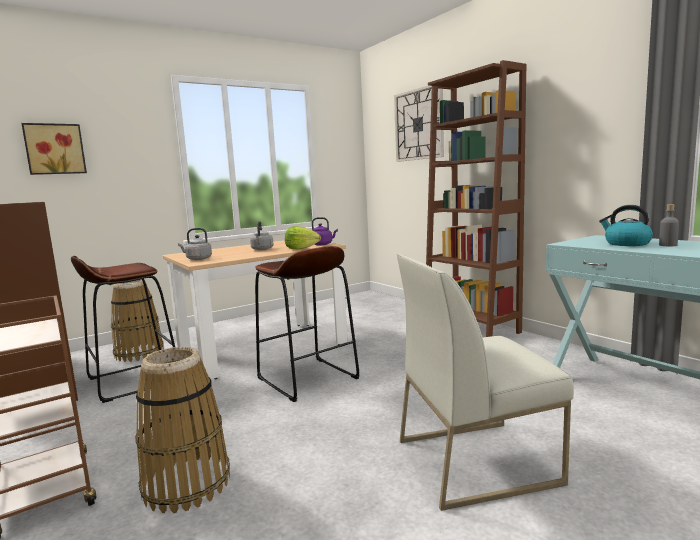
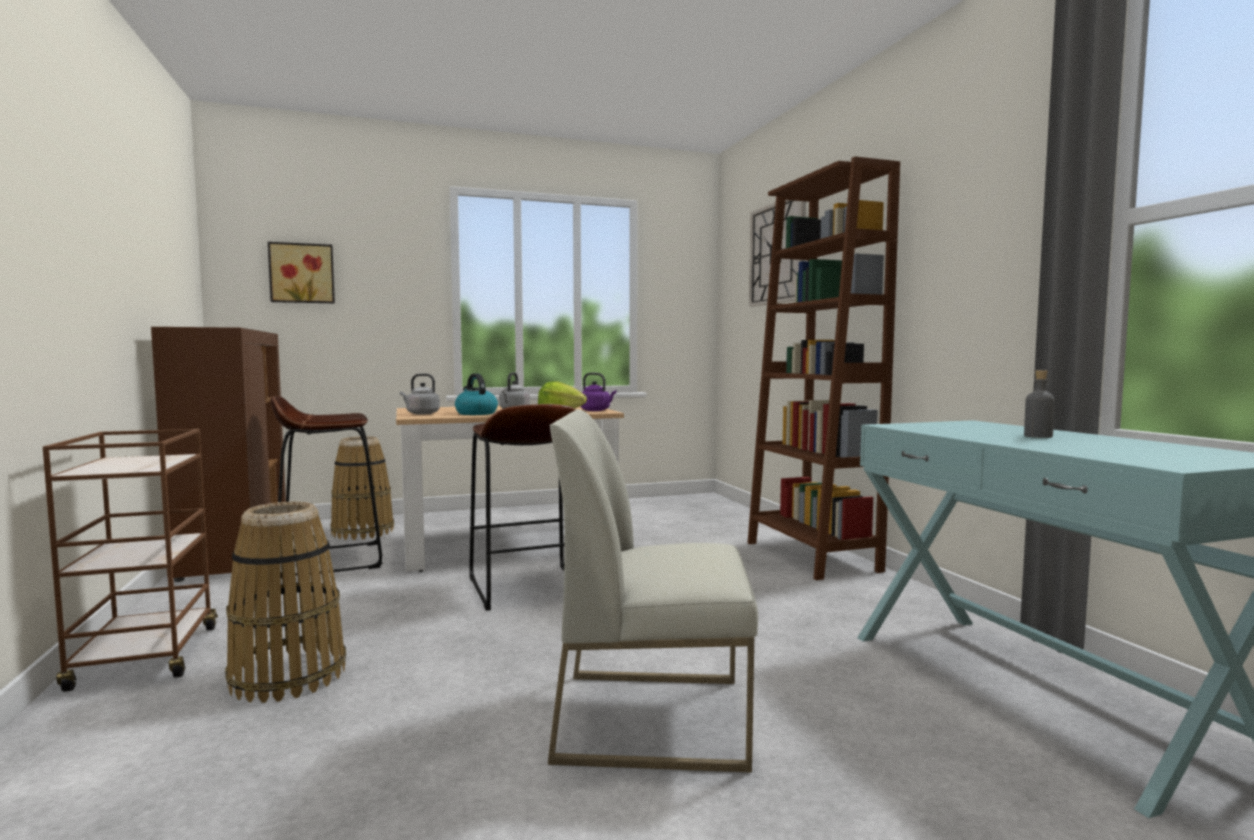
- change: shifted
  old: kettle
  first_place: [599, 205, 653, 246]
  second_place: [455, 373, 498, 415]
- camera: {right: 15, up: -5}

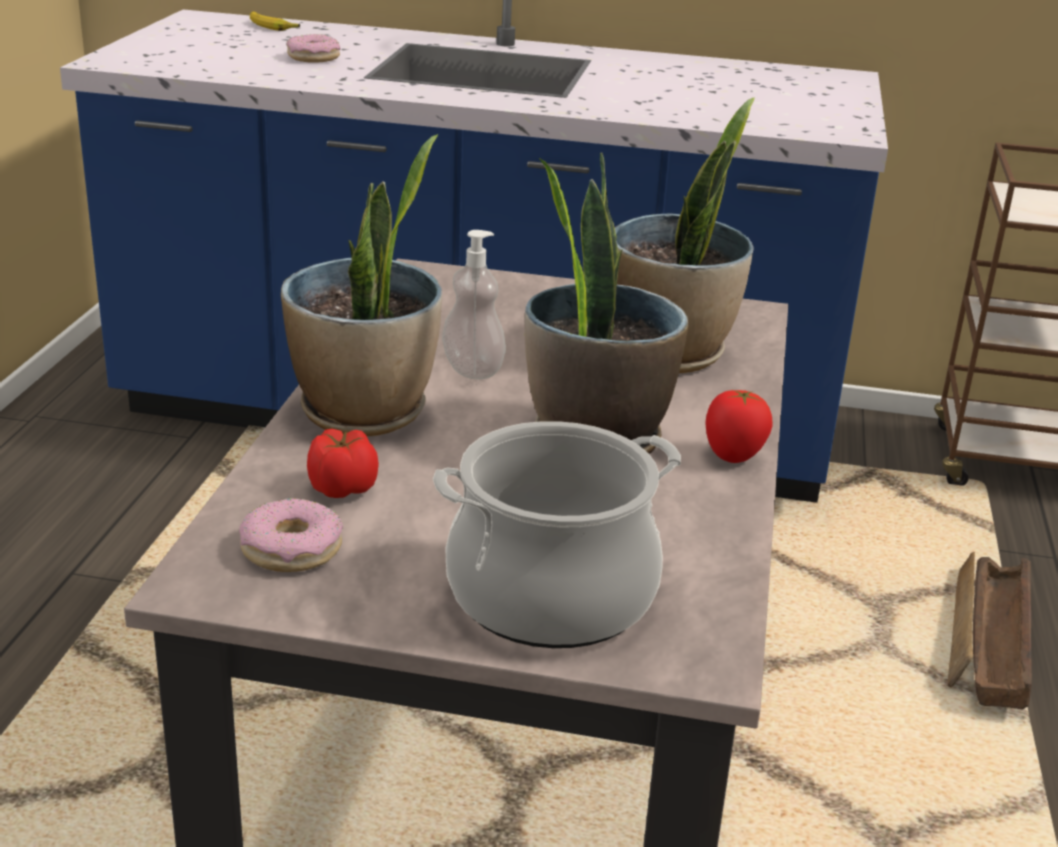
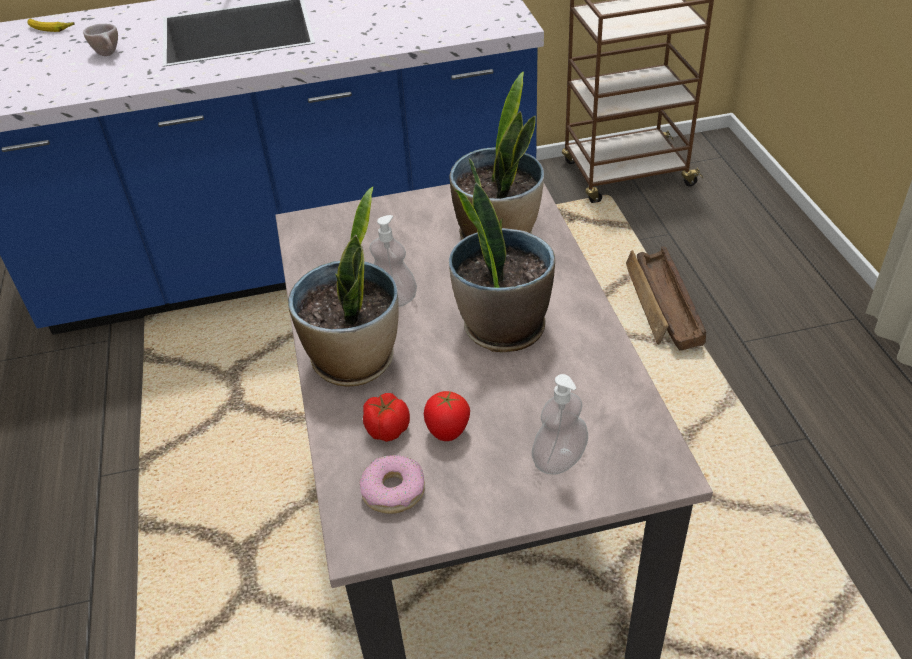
- change: swapped
  old: donut
  new: cup in beige-coloured
  first_place: [286, 34, 340, 63]
  second_place: [83, 24, 118, 56]
- change: shifted
  old: tomato
  first_place: [706, 390, 773, 463]
  second_place: [424, 391, 470, 441]
- change: swapped
  old: saucepot
  new: soap bottle
  first_place: [433, 421, 681, 648]
  second_place: [532, 374, 588, 475]
- camera: {right: -20, up: 15}

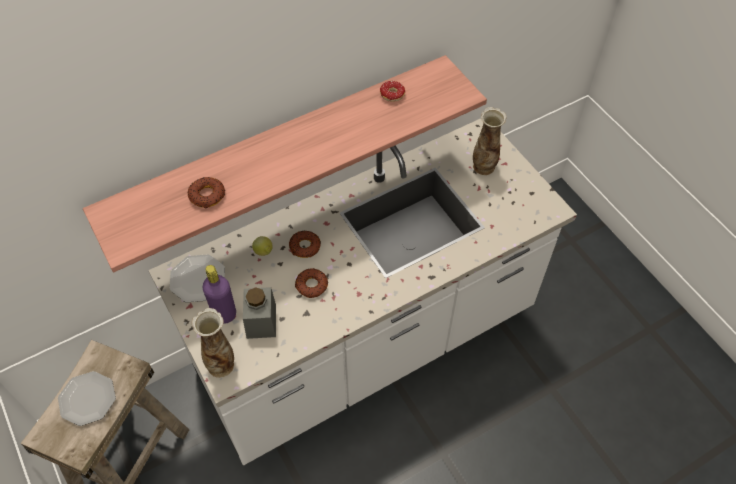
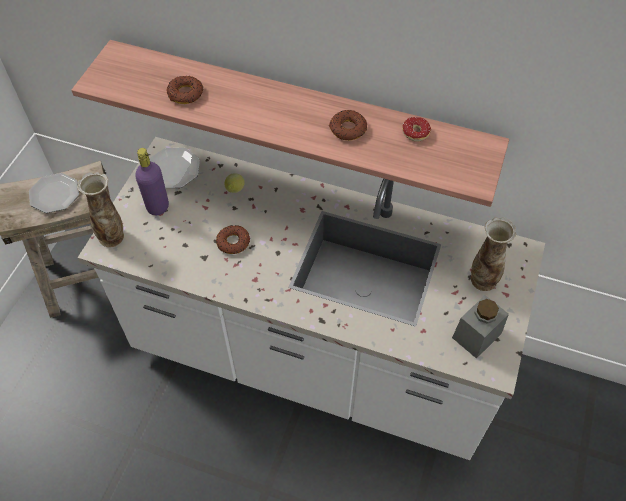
- change: shifted
  old: donut
  first_place: [289, 231, 321, 258]
  second_place: [329, 110, 367, 140]
- change: shifted
  old: preserve jar in grey
  first_place: [243, 287, 276, 339]
  second_place: [452, 295, 509, 359]
- camera: {right: 50, up: 0}

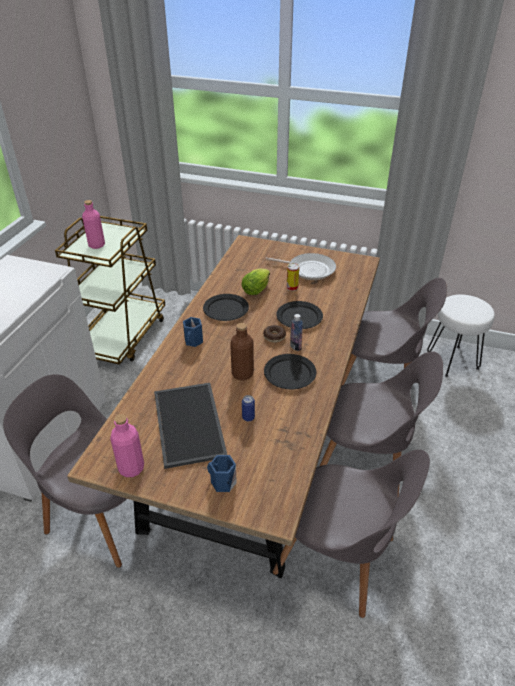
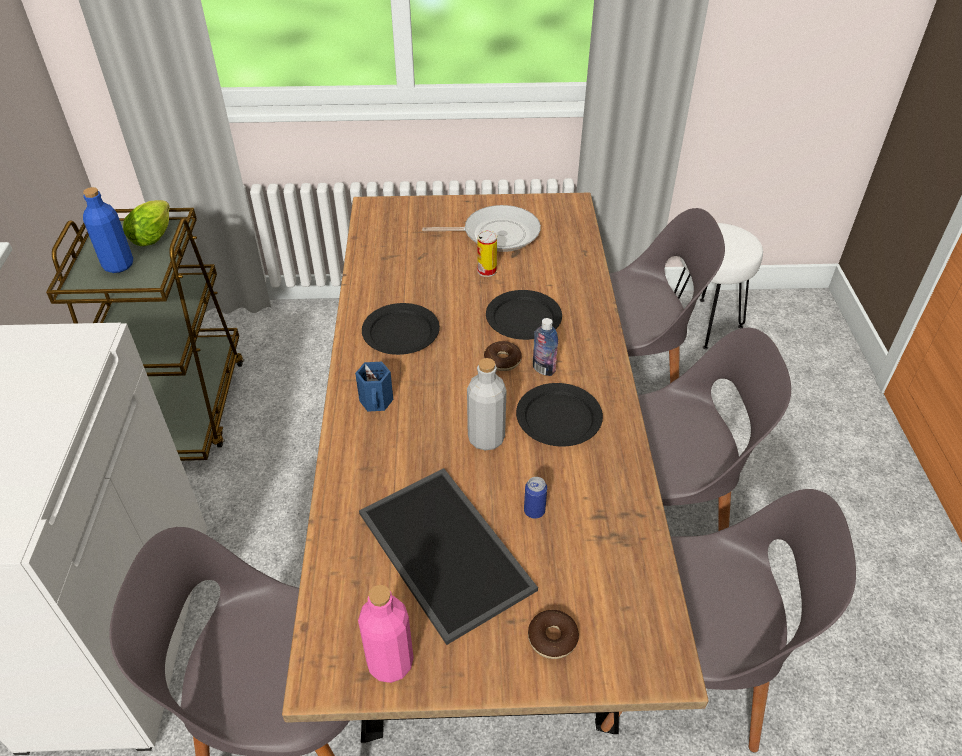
- change: repainted
  old: bottle in pink-coloured
  new: bottle in blue-coloured
  first_place: [82, 200, 105, 249]
  second_place: [83, 187, 133, 273]
- change: shifted
  old: lettuce
  first_place: [241, 268, 270, 295]
  second_place: [123, 200, 170, 246]
- change: repainted
  old: bottle in brownish
  new: bottle in grey
  first_place: [230, 323, 254, 381]
  second_place: [467, 358, 507, 451]
- change: swapped
  old: tea mug in blue-coloured
  new: donut
  first_place: [207, 455, 237, 492]
  second_place: [528, 610, 579, 659]
- camera: {right: -20, up: 5}

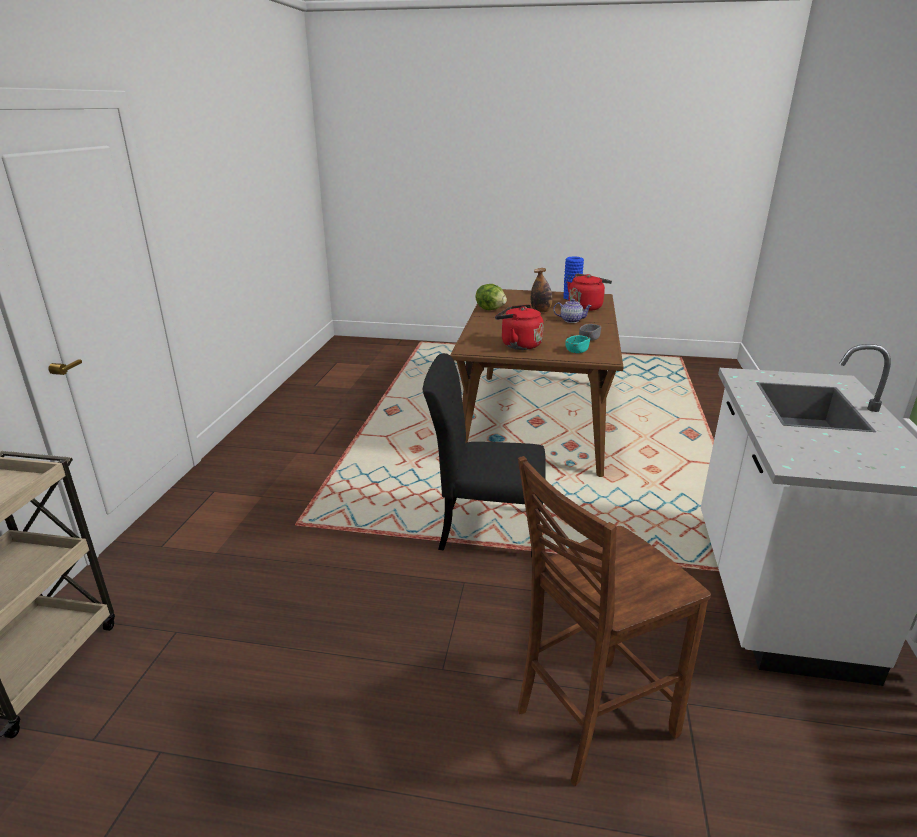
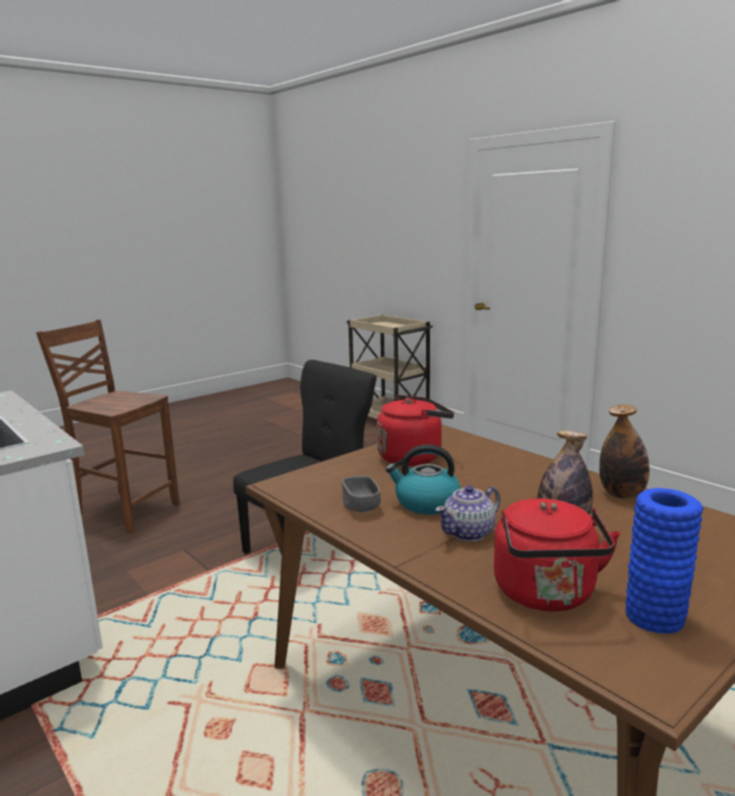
- change: swapped
  old: lettuce
  new: bottle
  first_place: [475, 284, 507, 310]
  second_place: [599, 405, 649, 498]
- change: gone
  old: deep dish in blue-green
  first_place: [565, 335, 590, 353]
- change: rotated
  old: chair in brownish
  first_place: [518, 456, 711, 787]
  second_place: [36, 320, 179, 533]
  degrees: -75
- change: new
  new: kettle
  second_place: [386, 445, 461, 515]
- camera: {right: 130, up: -10}

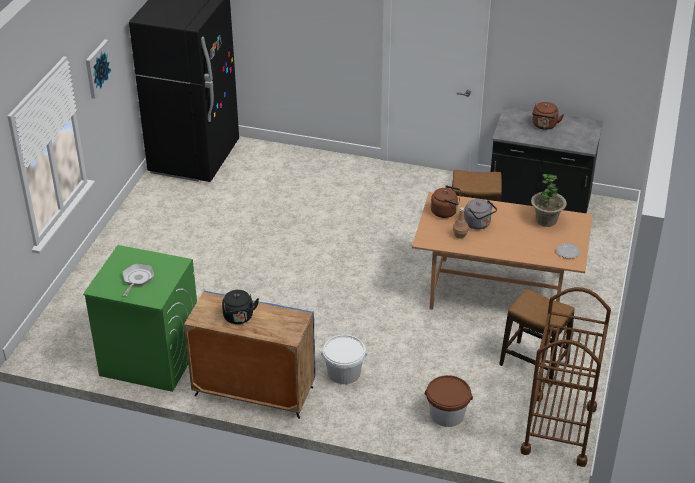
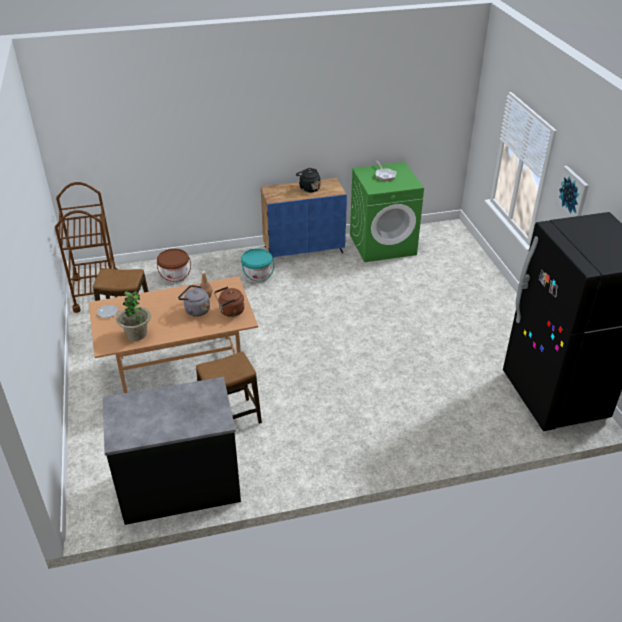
- change: gone
  old: kettle in brownish
  first_place: [532, 102, 564, 130]
- change: repainted
  old: bucket in white-coloured
  new: bucket in blue-green
  first_place: [321, 335, 367, 384]
  second_place: [241, 248, 274, 283]
- camera: {right: 150, up: 0}

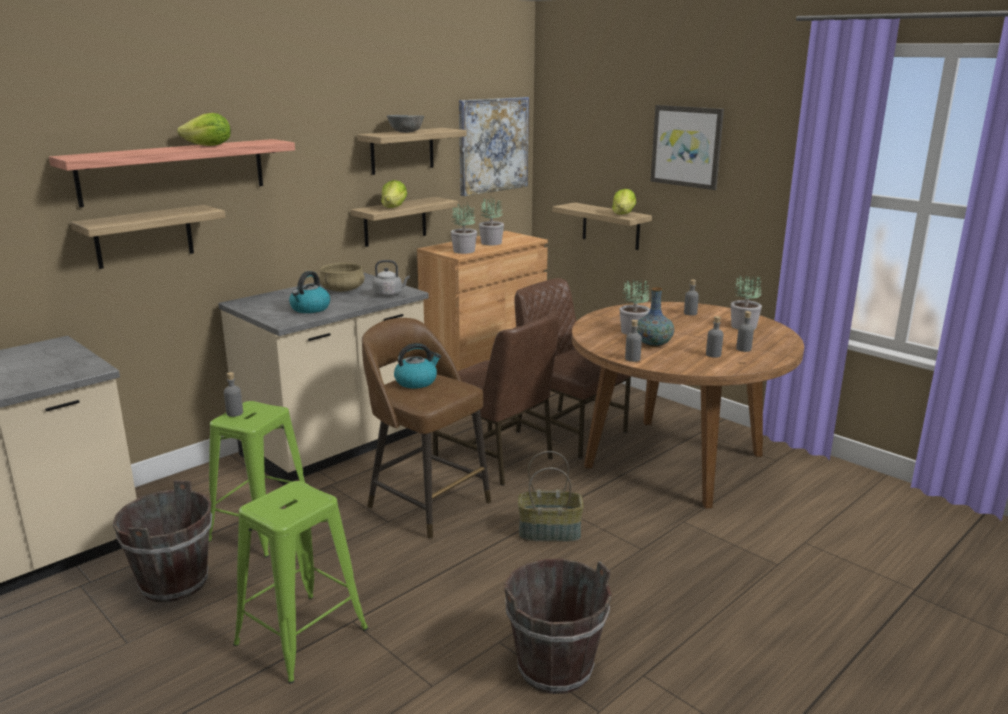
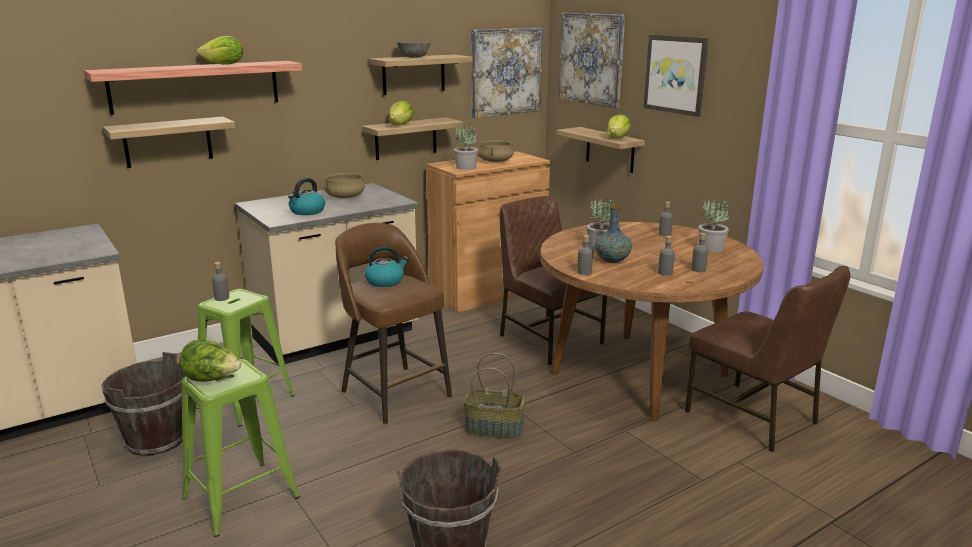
- change: swapped
  old: houseplant
  new: saucepot in beige-coloured
  first_place: [479, 196, 504, 245]
  second_place: [478, 140, 514, 162]
- change: gone
  old: kettle in grey
  first_place: [372, 260, 410, 297]
- change: shifted
  old: chair in brownish
  first_place: [433, 311, 560, 486]
  second_place: [685, 266, 850, 452]
- change: new
  new: wall picture
  second_place: [559, 13, 625, 108]
- change: new
  new: lettuce
  second_place: [179, 340, 241, 382]
- camera: {right: 10, up: 0}

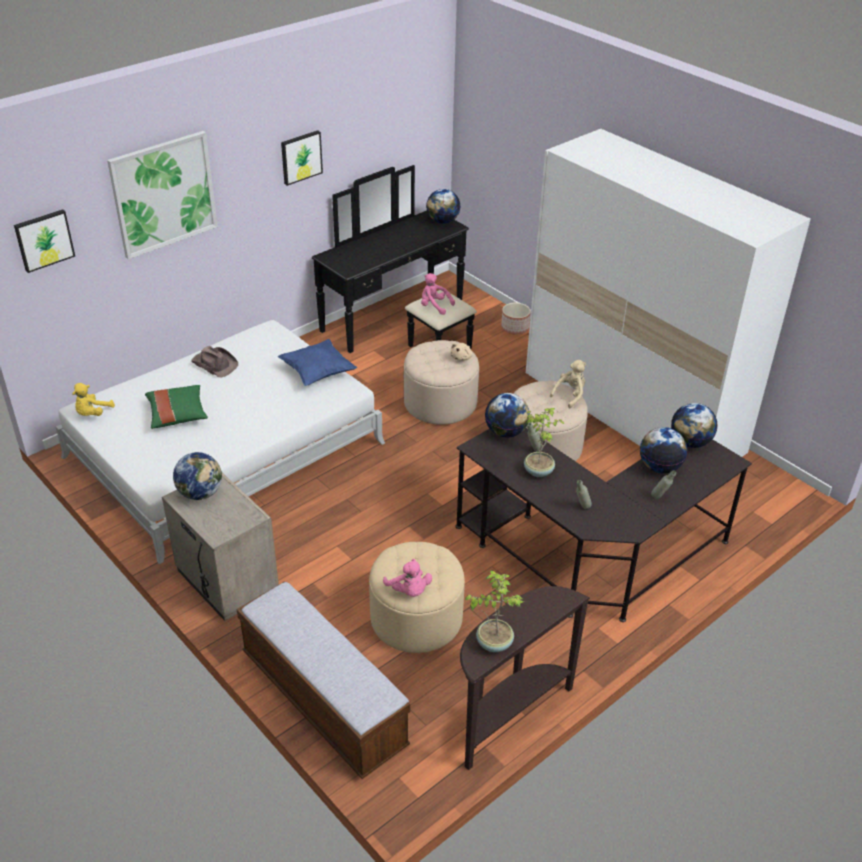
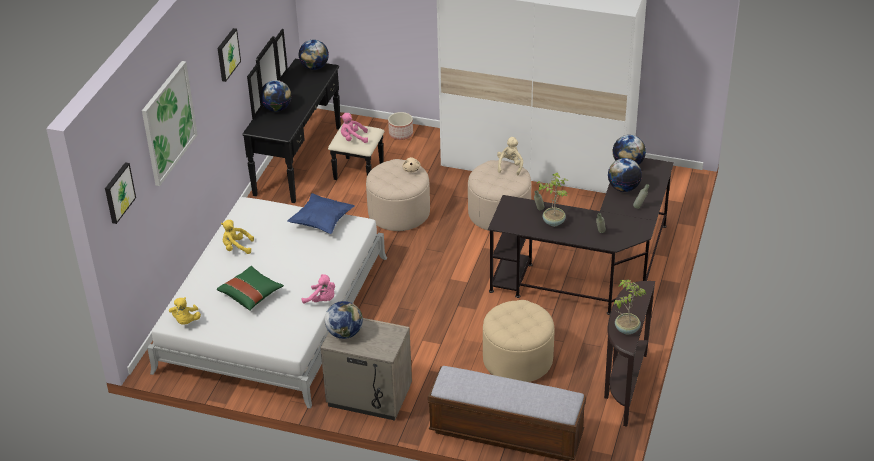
- change: swapped
  old: hat in brownish
  new: cuddly toy in yellow
  first_place: [191, 346, 238, 377]
  second_place: [221, 220, 254, 254]
- change: shifted
  old: world globe
  first_place: [485, 393, 530, 437]
  second_place: [260, 80, 291, 112]
- change: shifted
  old: cuddly toy in pink-coloured
  first_place: [383, 559, 432, 597]
  second_place: [302, 274, 335, 303]
- camera: {right: -30, up: 0}

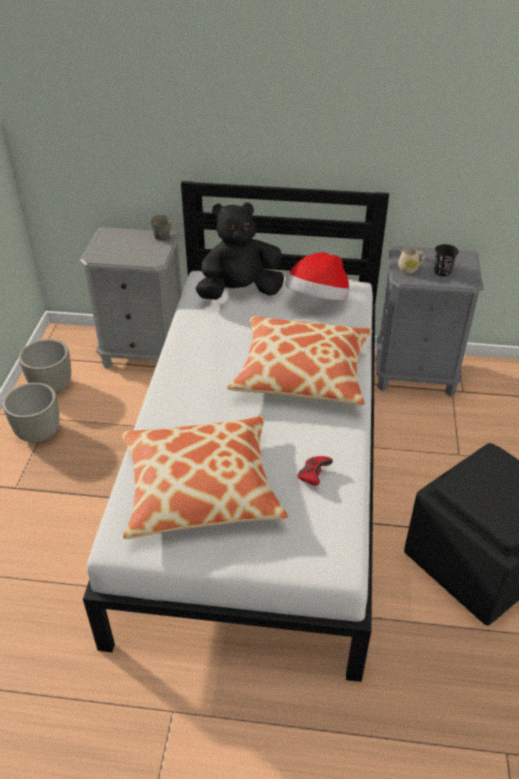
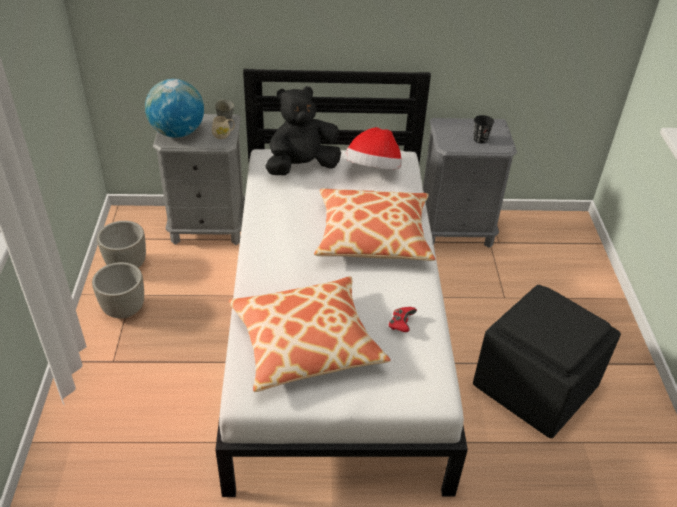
- change: shifted
  old: tea mug in beige-coloured
  first_place: [398, 248, 424, 274]
  second_place: [212, 116, 235, 139]
- change: new
  new: world globe
  second_place: [145, 79, 204, 138]
- camera: {right: -10, up: 0}

